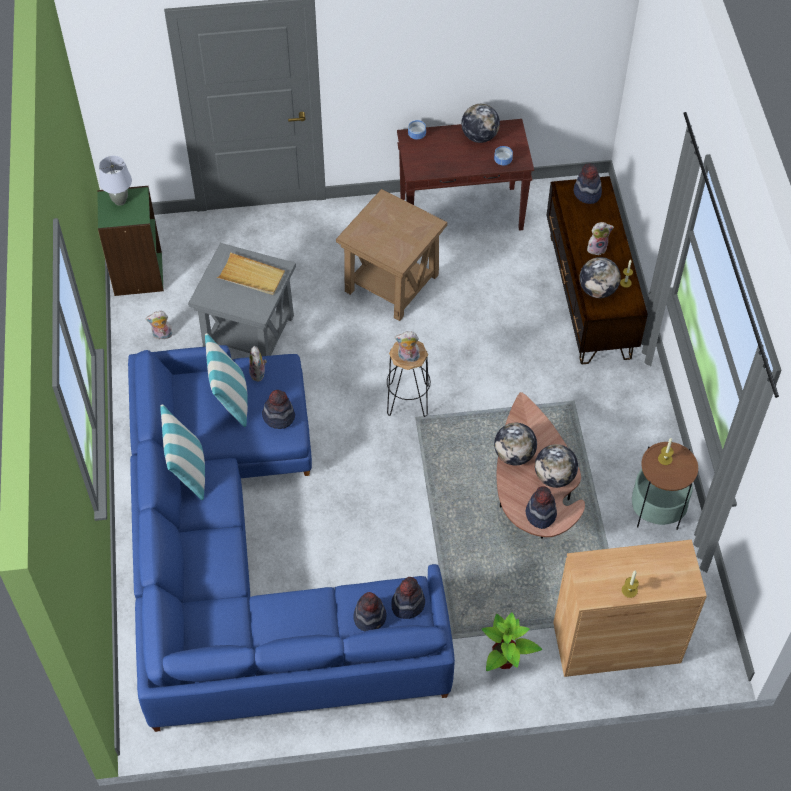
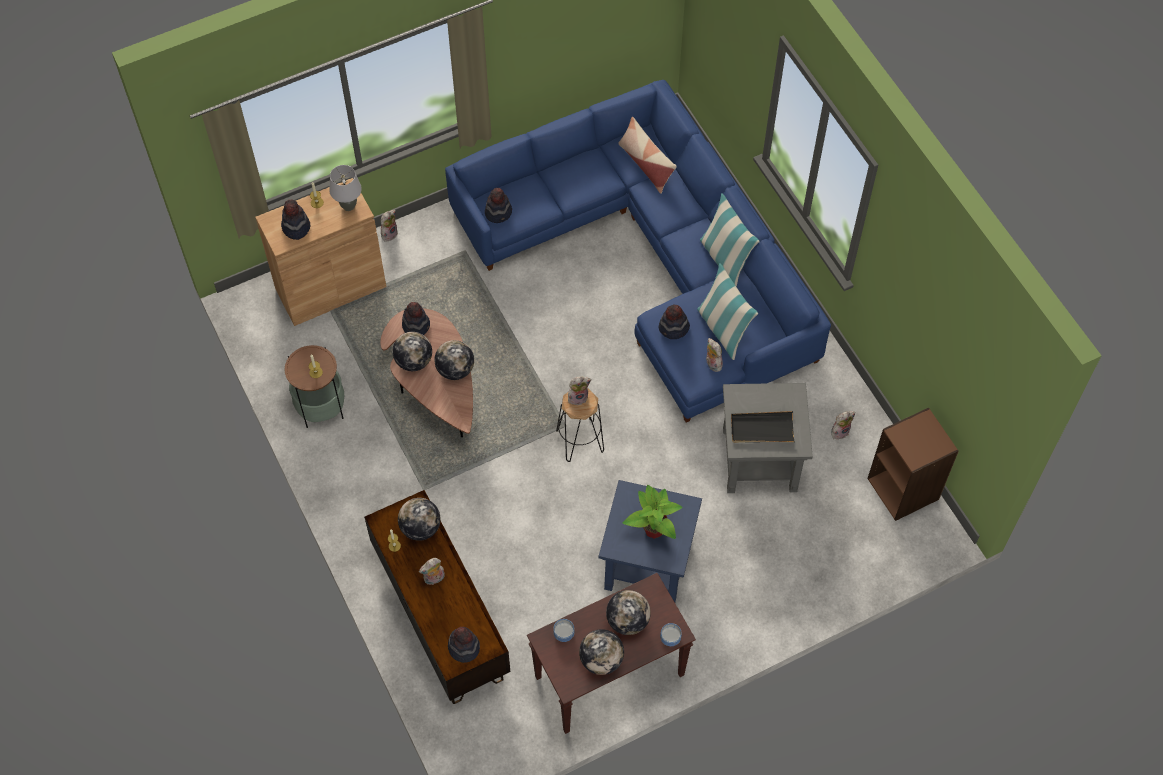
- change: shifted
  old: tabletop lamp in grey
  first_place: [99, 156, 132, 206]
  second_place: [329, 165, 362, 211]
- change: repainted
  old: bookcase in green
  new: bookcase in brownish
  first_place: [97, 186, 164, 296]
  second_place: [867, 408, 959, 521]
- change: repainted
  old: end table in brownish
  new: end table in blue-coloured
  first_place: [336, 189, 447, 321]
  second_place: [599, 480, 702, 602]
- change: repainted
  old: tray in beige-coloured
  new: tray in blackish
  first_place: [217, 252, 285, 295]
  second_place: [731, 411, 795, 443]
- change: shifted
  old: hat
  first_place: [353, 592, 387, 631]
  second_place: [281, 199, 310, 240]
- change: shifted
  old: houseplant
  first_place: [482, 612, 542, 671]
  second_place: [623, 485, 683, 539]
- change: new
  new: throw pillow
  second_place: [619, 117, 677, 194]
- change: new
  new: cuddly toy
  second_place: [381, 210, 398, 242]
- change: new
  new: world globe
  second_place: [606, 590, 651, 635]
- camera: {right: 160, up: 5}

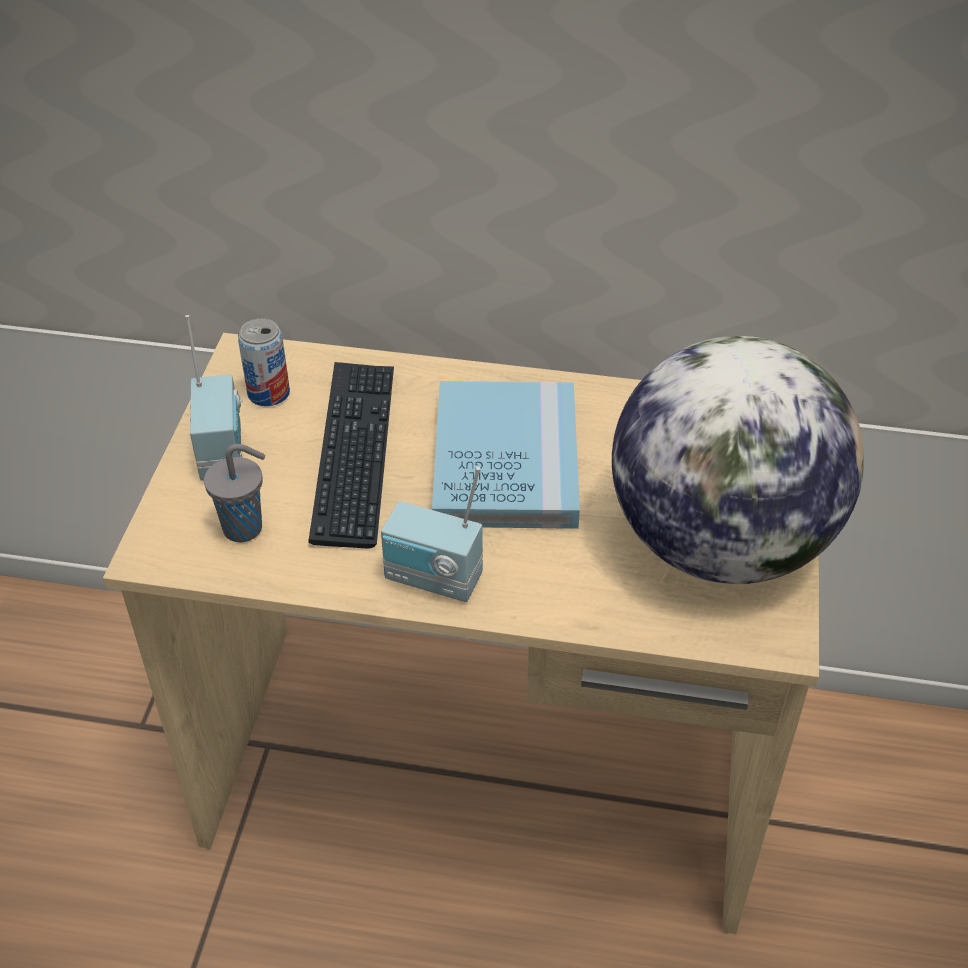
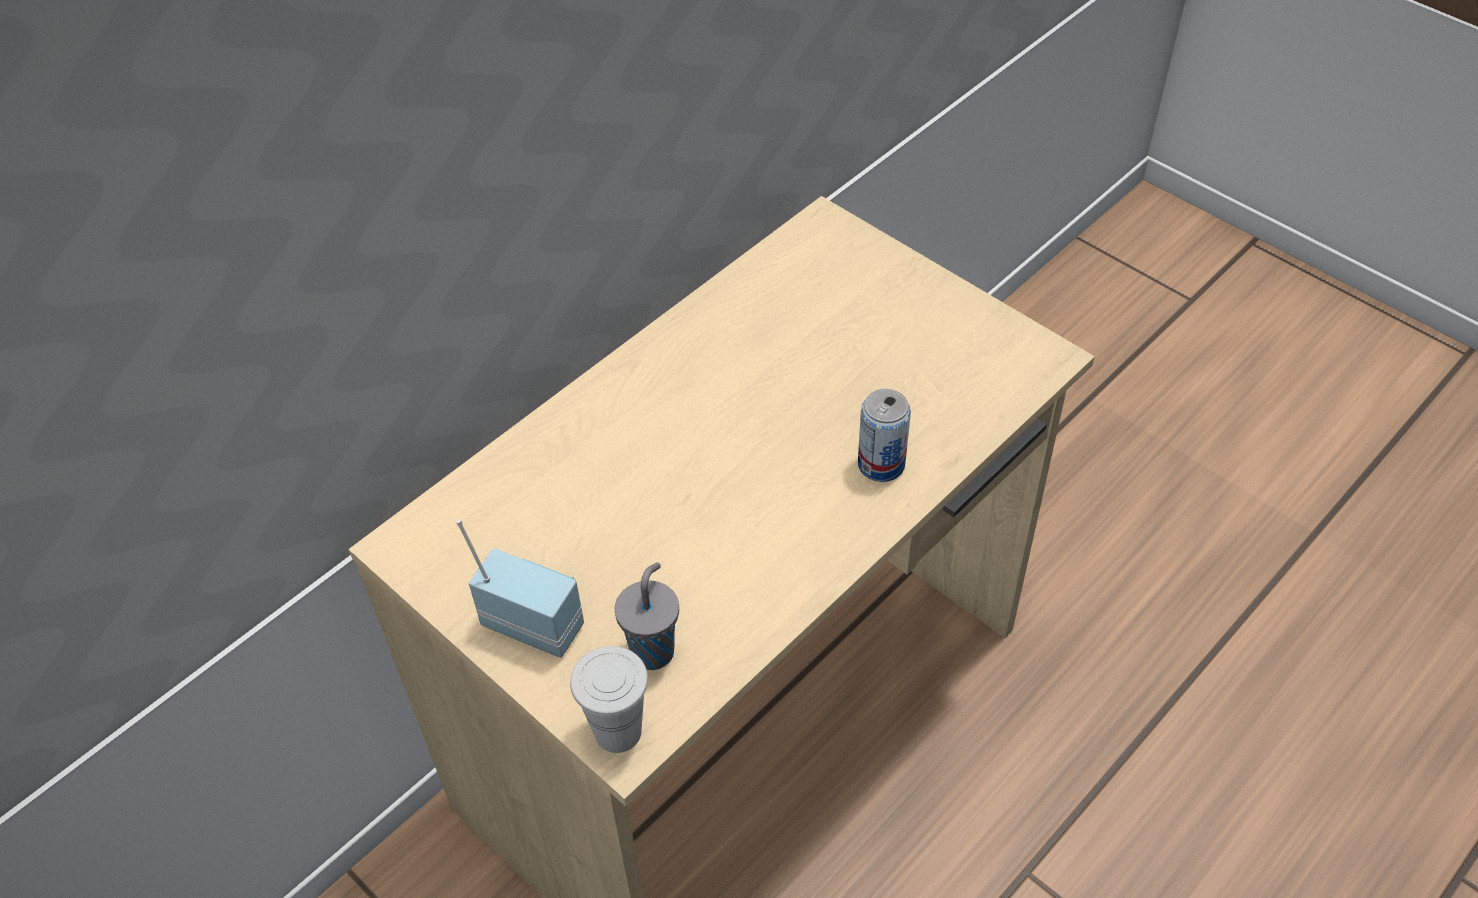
- change: shifted
  old: can
  first_place: [238, 318, 290, 406]
  second_place: [858, 389, 911, 482]
- change: gone
  old: world globe
  first_place: [612, 336, 864, 584]
- change: gone
  old: keyboard
  first_place: [309, 362, 394, 549]
- change: gone
  old: bound book in blue-coloured
  first_place: [432, 381, 580, 529]
- change: gone
  old: radio set
  first_place: [381, 467, 483, 602]
- change: new
  new: cup in white-coloured
  second_place: [570, 646, 648, 753]
- camera: {right: -55, up: 5}

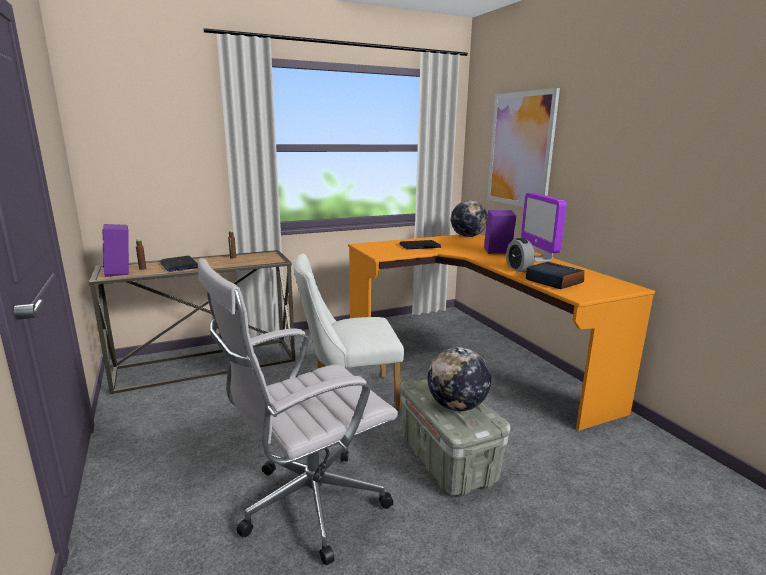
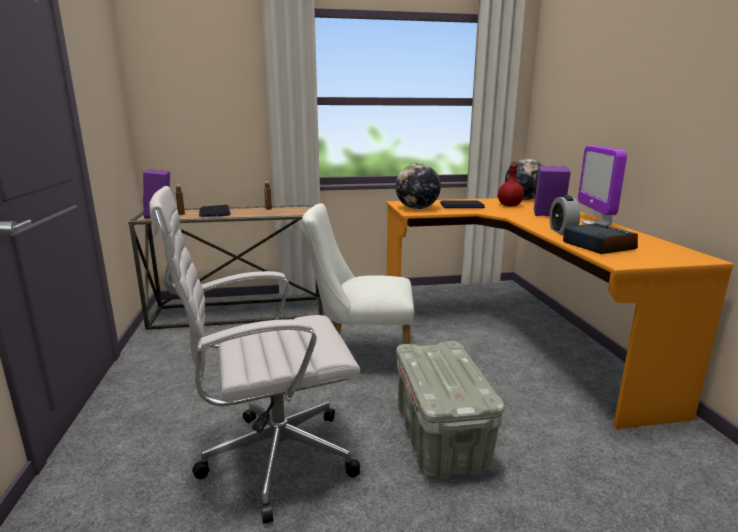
- change: gone
  old: wall picture
  first_place: [487, 88, 560, 207]
- change: shifted
  old: world globe
  first_place: [428, 347, 491, 411]
  second_place: [396, 163, 441, 209]
- change: new
  new: bottle in reddish
  second_place: [498, 162, 524, 206]
- camera: {right: 15, up: 0}

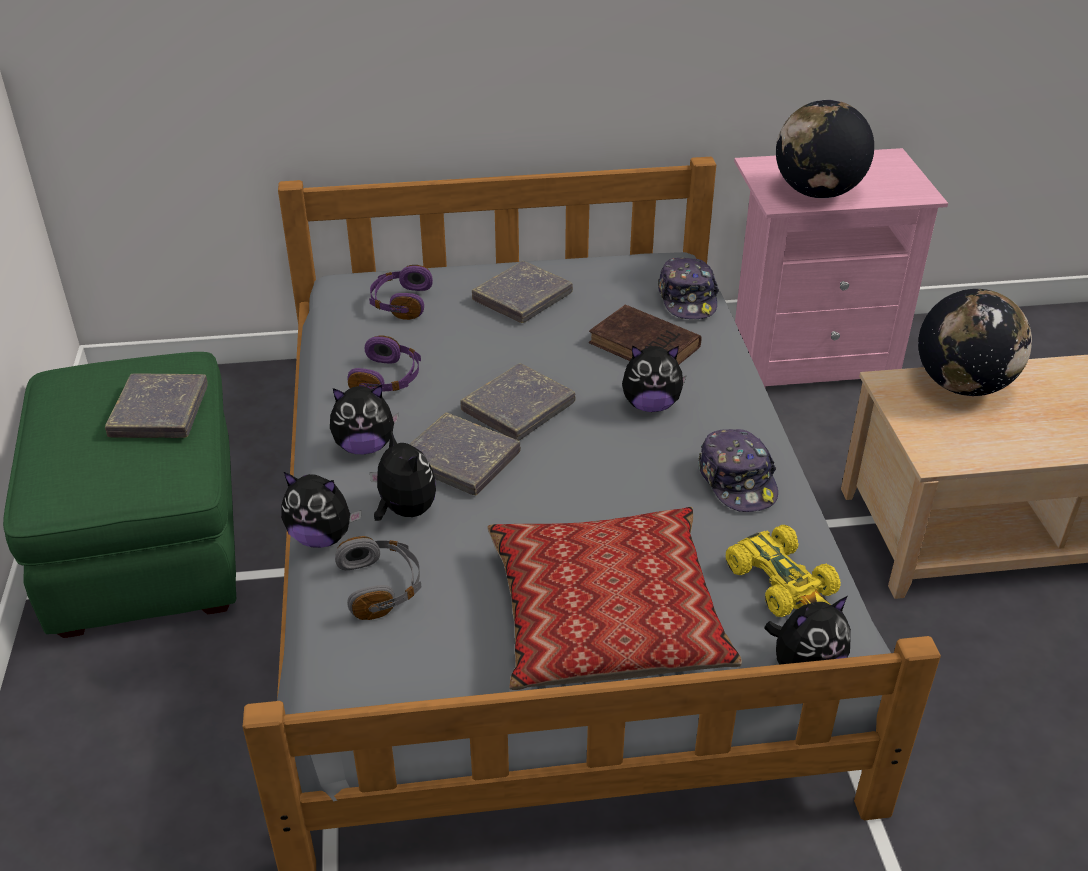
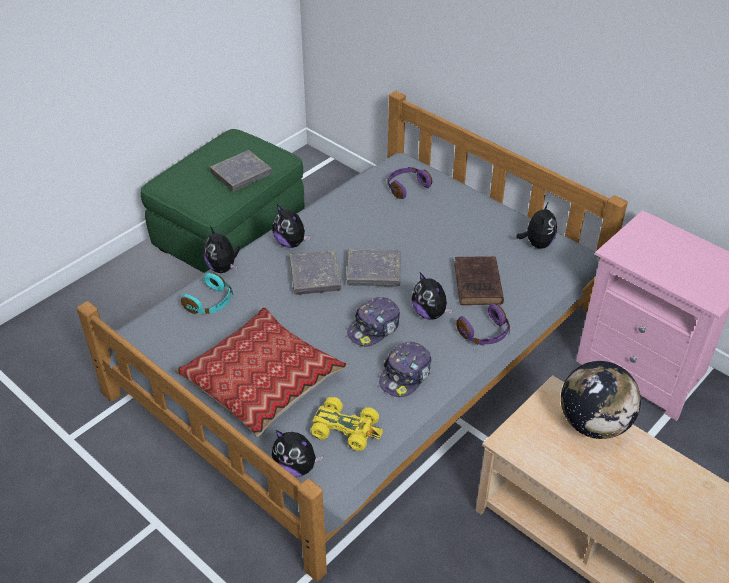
- change: gone
  old: world globe
  first_place: [776, 100, 874, 198]
- change: shifted
  old: peaked cap
  first_place: [658, 258, 719, 319]
  second_place: [347, 297, 400, 347]
- change: gone
  old: bound book in grey
  first_place: [472, 261, 573, 323]
- change: shifted
  old: pair of headphones in purple-coloured
  first_place: [347, 335, 421, 392]
  second_place: [456, 304, 510, 346]
- change: shifted
  old: cuddly toy
  first_place: [369, 430, 436, 521]
  second_place: [516, 203, 557, 249]
- change: rotated
  old: toy car in yellow
  first_place: [726, 525, 841, 617]
  second_place: [311, 397, 383, 451]
  degrees: -90
- change: repainted
  old: pair of headphones in grey
  new: pair of headphones in blue-green
  first_place: [335, 536, 422, 620]
  second_place: [181, 272, 234, 314]
- camera: {right: 50, up: 5}

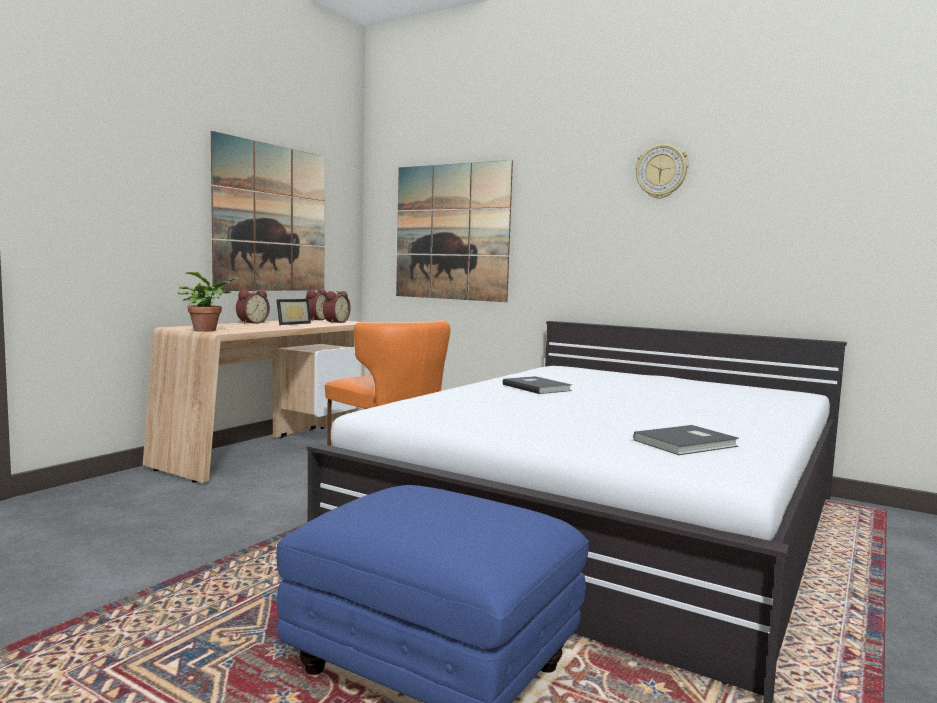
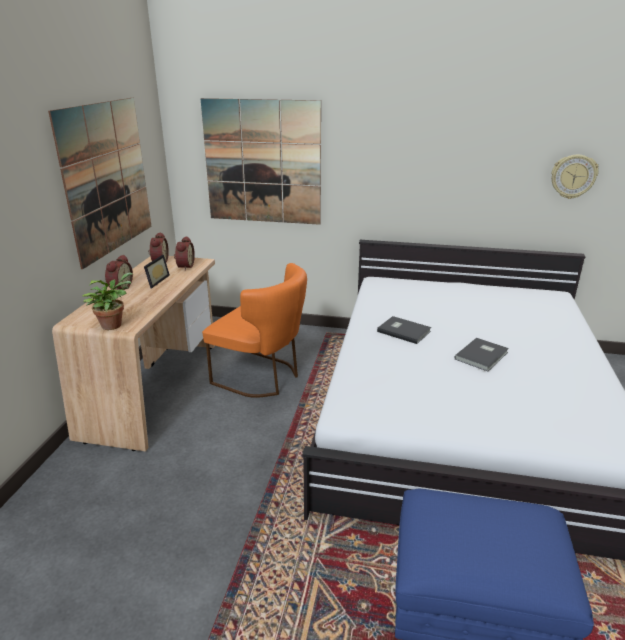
- change: shifted
  old: hanging clock
  first_place: [635, 144, 688, 199]
  second_place: [551, 155, 599, 199]
- change: shifted
  old: bound book in grey
  first_place: [633, 425, 739, 455]
  second_place: [455, 338, 509, 371]
- camera: {right: -20, up: 20}

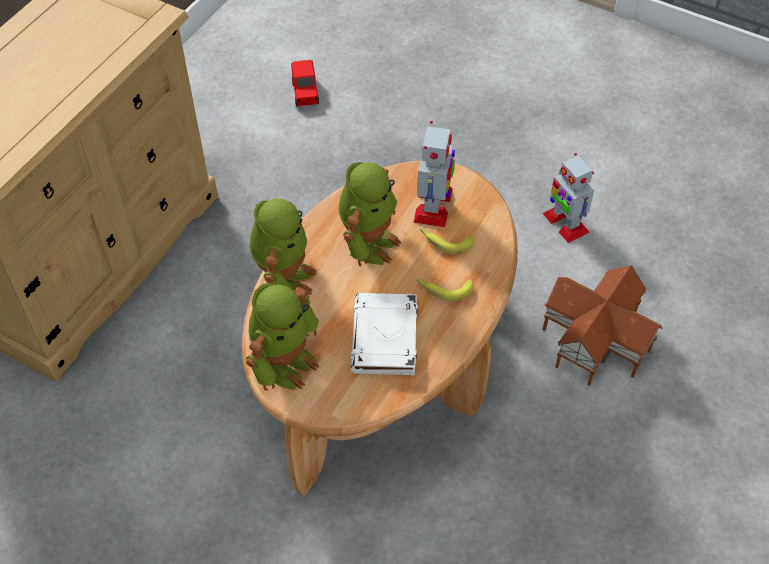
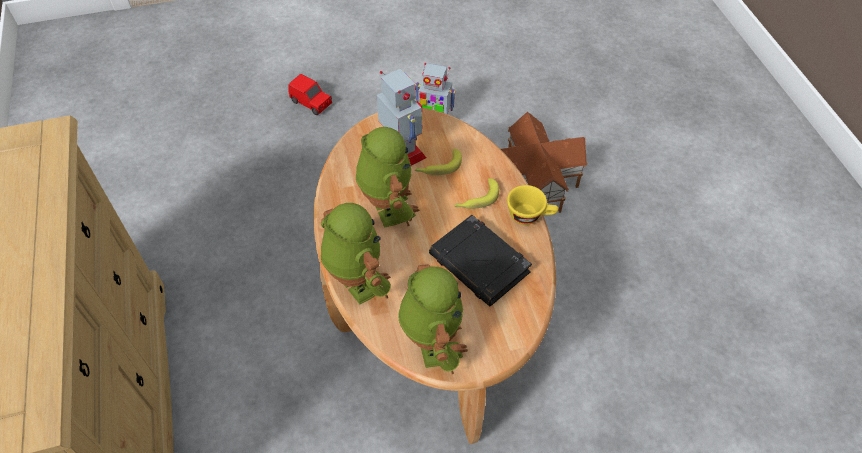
- change: shifted
  old: toy car in reddish
  first_place: [291, 60, 319, 107]
  second_place: [288, 74, 332, 115]
- change: repainted
  old: bound book in white-coloured
  new: bound book in blackish
  first_place: [351, 293, 418, 375]
  second_place: [429, 215, 532, 306]
- change: new
  new: cup in yellow
  second_place: [507, 185, 558, 225]
- camera: {right: -45, up: 0}

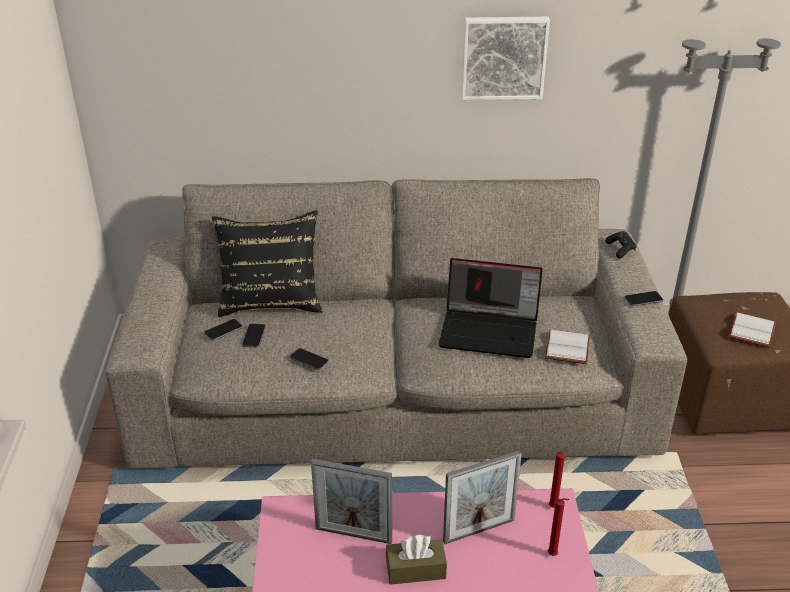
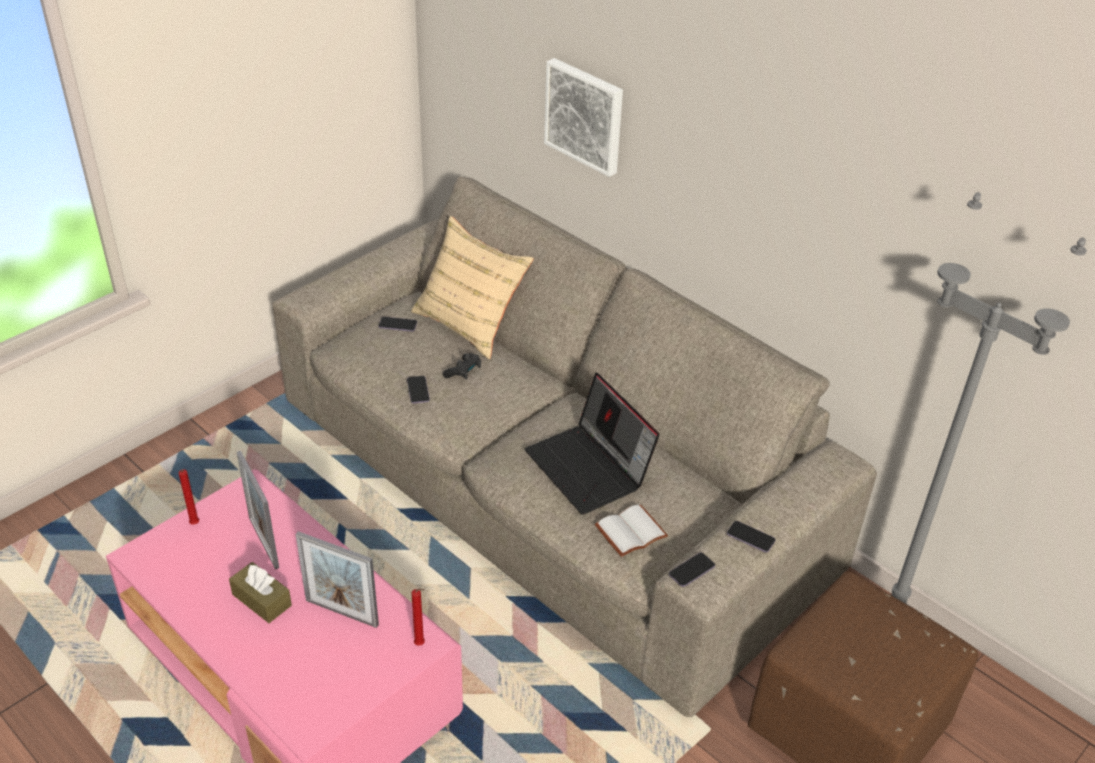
- change: shifted
  old: wall picture
  first_place: [461, 17, 550, 100]
  second_place: [544, 58, 623, 177]
- change: repainted
  old: throw pillow in blackish
  new: throw pillow in beige-coloured
  first_place: [212, 210, 323, 317]
  second_place: [411, 216, 534, 359]
- change: shifted
  old: game controller in blackish
  first_place: [605, 231, 636, 258]
  second_place: [443, 353, 481, 379]
- change: gone
  old: bound book in white-coloured
  first_place: [729, 312, 776, 348]
- change: shifted
  old: phone
  first_place: [242, 324, 266, 348]
  second_place: [669, 553, 715, 587]
- change: shifted
  old: wax candle in reddish
  first_place: [548, 498, 570, 556]
  second_place: [178, 469, 199, 525]
- camera: {right: 45, up: 5}

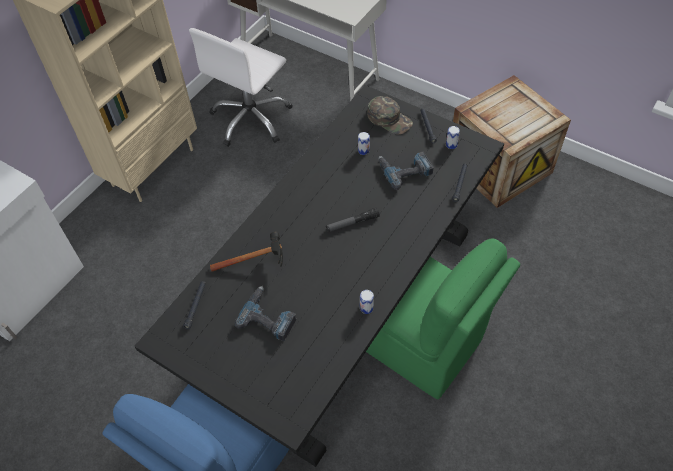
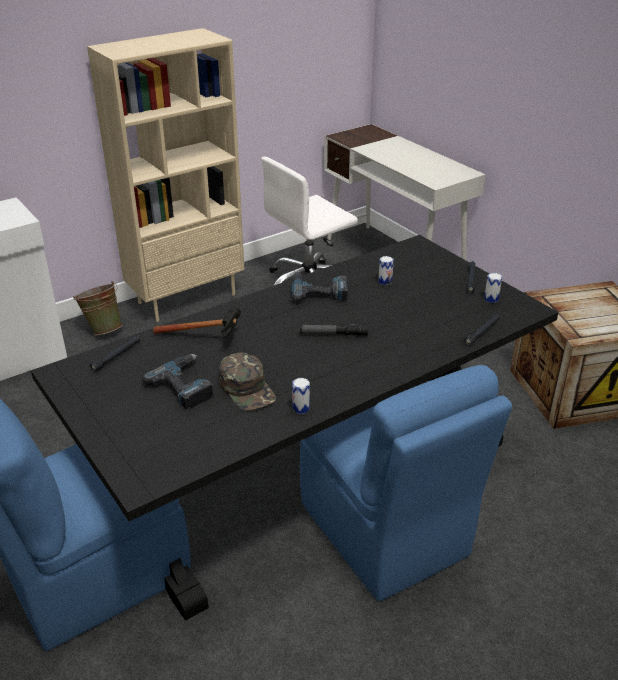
- change: shifted
  old: peaked cap in green
  first_place: [367, 96, 413, 135]
  second_place: [219, 352, 276, 411]
- change: shifted
  old: power drill
  first_place: [379, 152, 434, 190]
  second_place: [291, 271, 348, 302]
- change: repainted
  old: chair in green
  new: chair in blue-coloured
  first_place: [366, 238, 520, 399]
  second_place: [300, 365, 512, 601]
- change: new
  new: bucket in green
  second_place: [73, 281, 122, 335]
- camera: {right: 20, up: -20}

